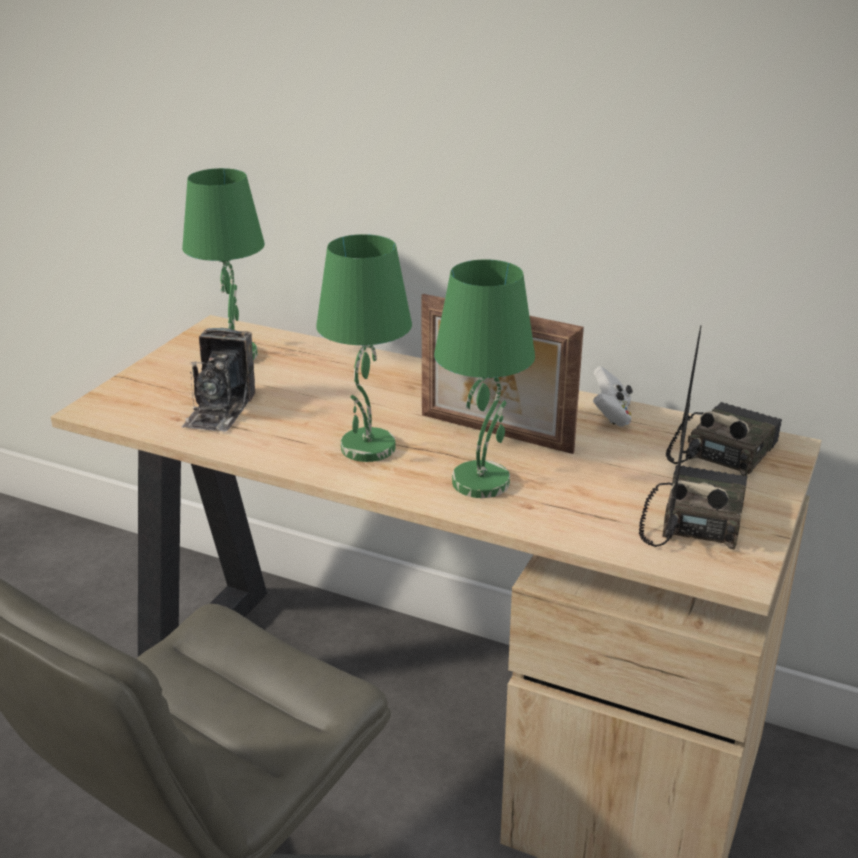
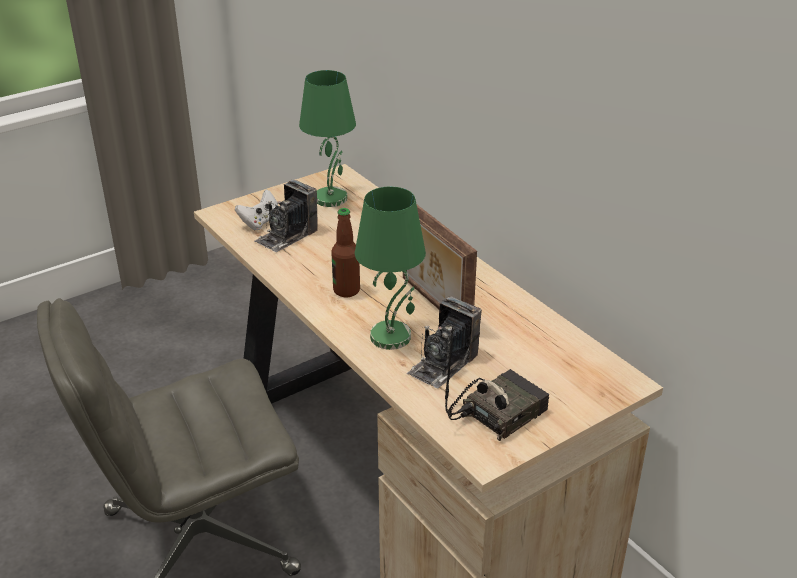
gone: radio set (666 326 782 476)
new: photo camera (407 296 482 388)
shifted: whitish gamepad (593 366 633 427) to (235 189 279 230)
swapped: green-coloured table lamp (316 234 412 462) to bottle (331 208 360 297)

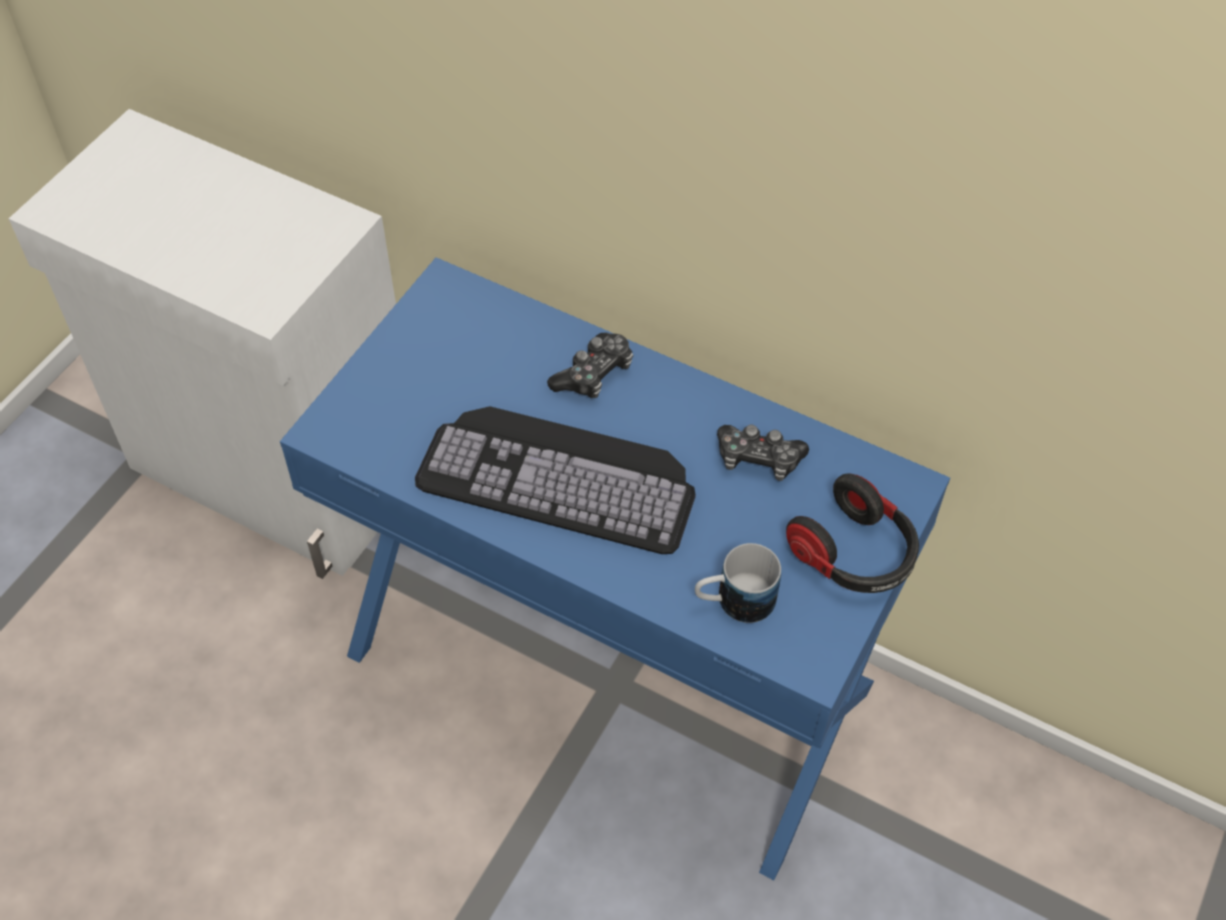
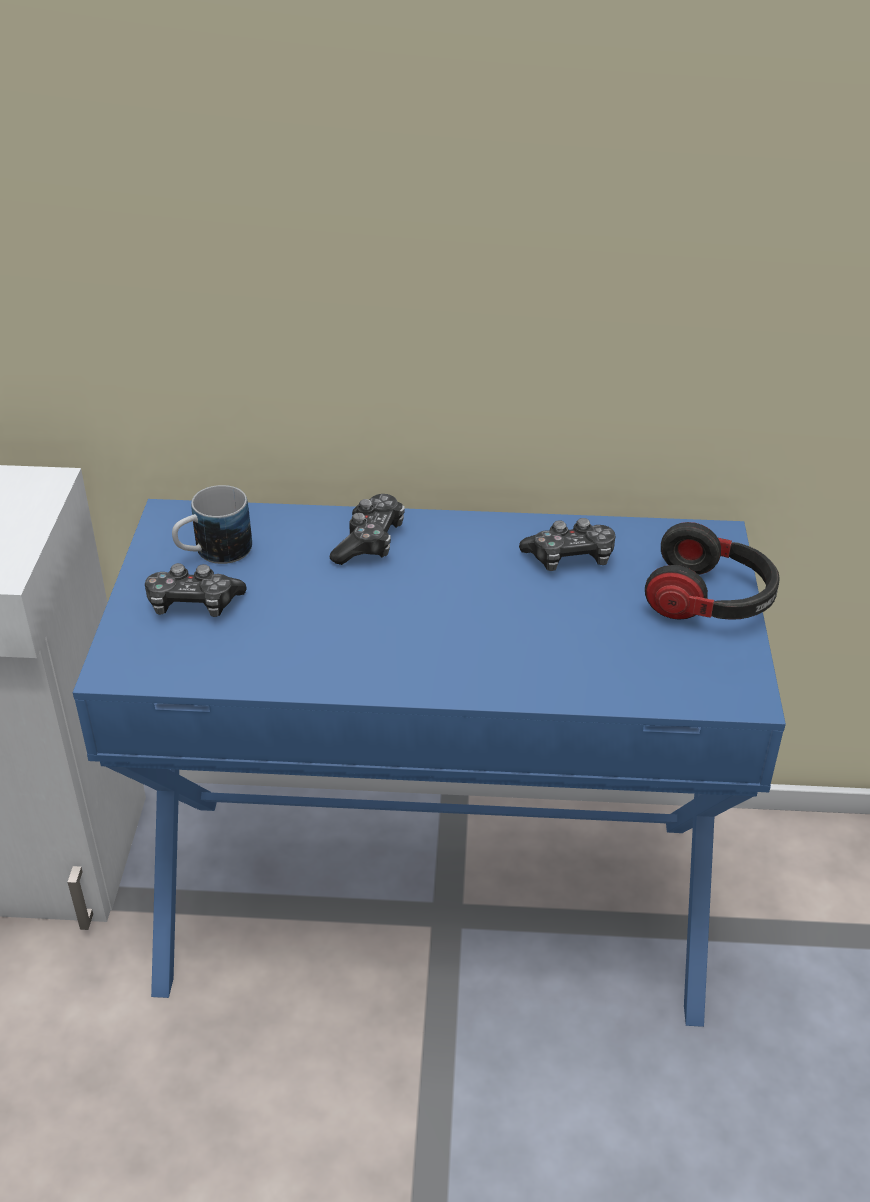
gone: PC keyboard (415 406 696 554)
new: gamepad (145 563 247 617)
shifted: coffee mug (695 543 781 623) to (172 485 252 564)

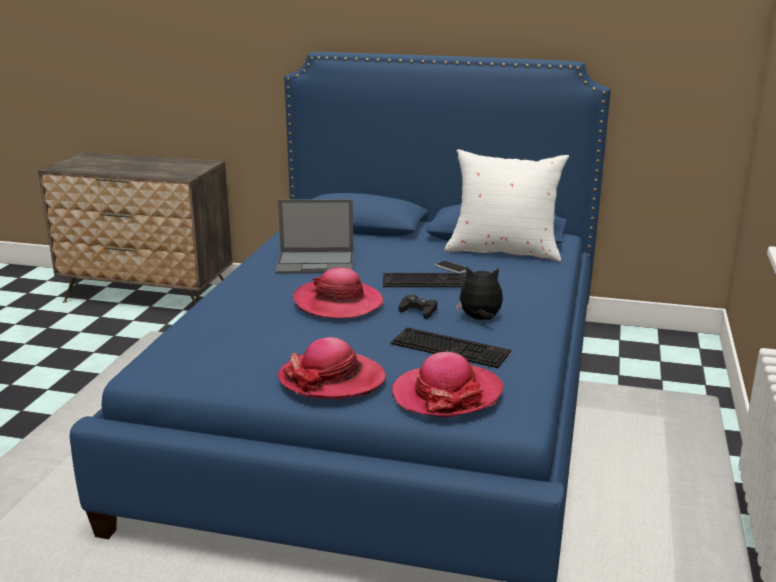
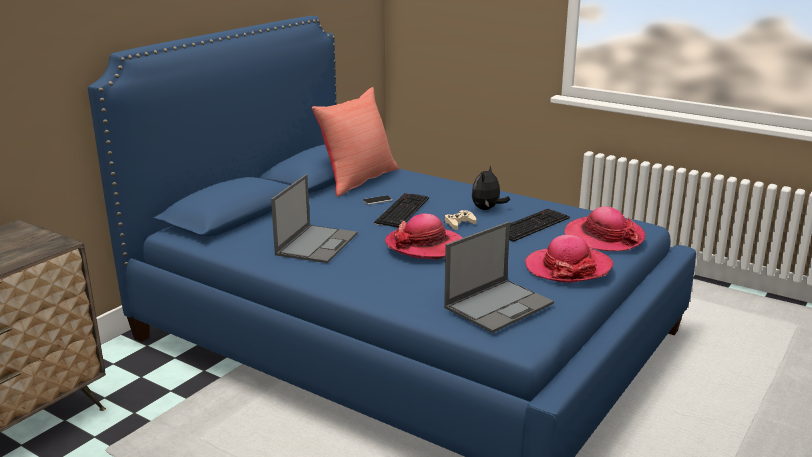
new: portable computer (444 222 554 333)
repainted: black-coloured gamepad (399 295 438 319) to beige-coloured gamepad (444 210 476 230); whitish cushion (444 149 569 262) to red cushion (312 87 399 197)

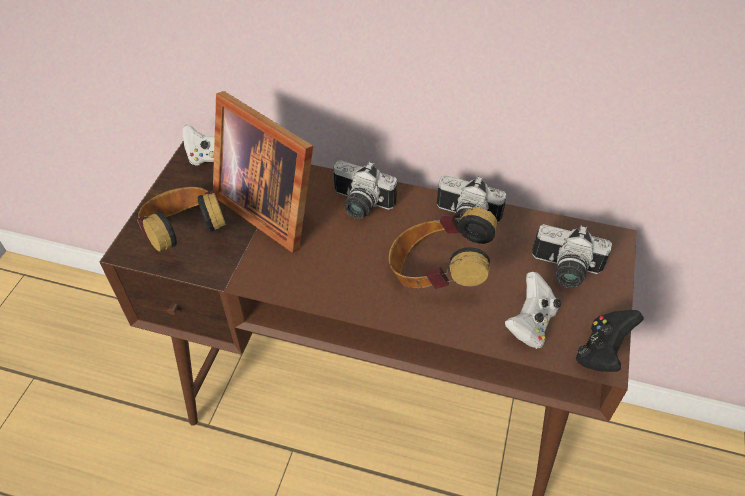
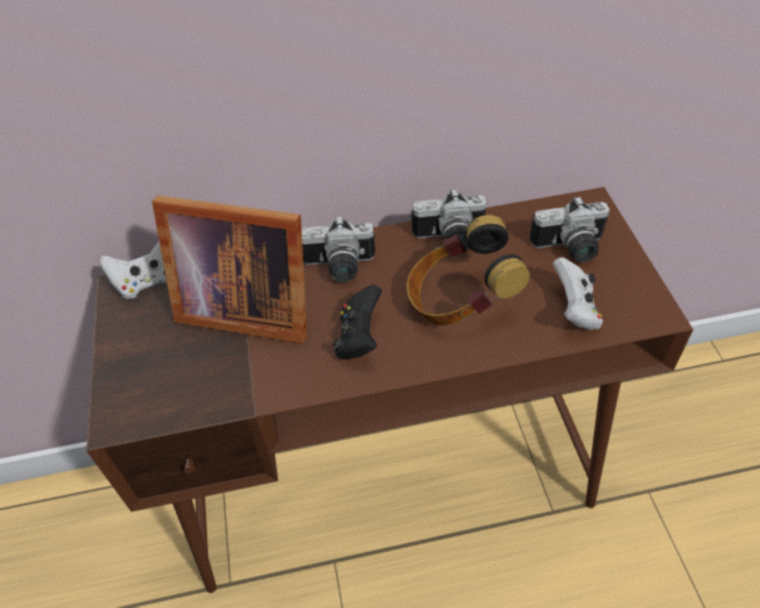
gone: pair of headphones (137 187 226 251)
shifted: black-coloured gamepad (576 310 644 372) to (333 285 382 359)

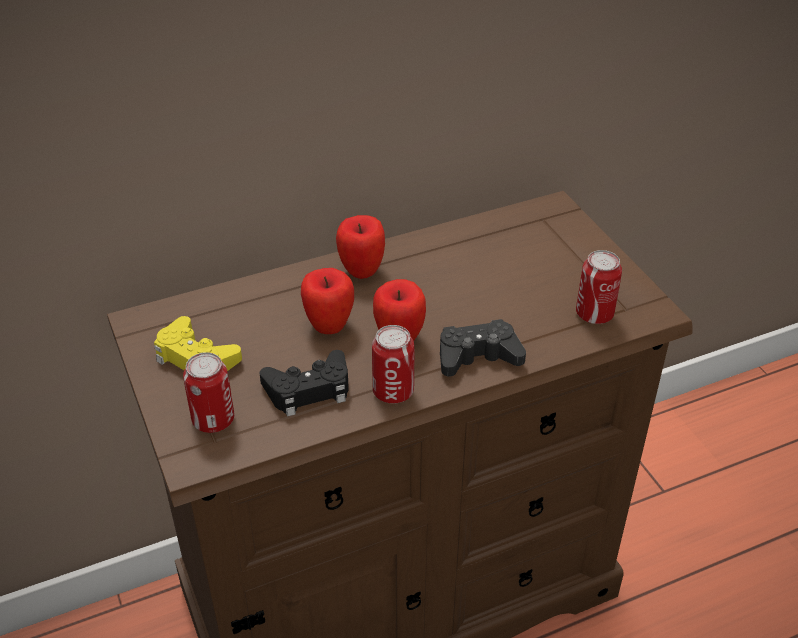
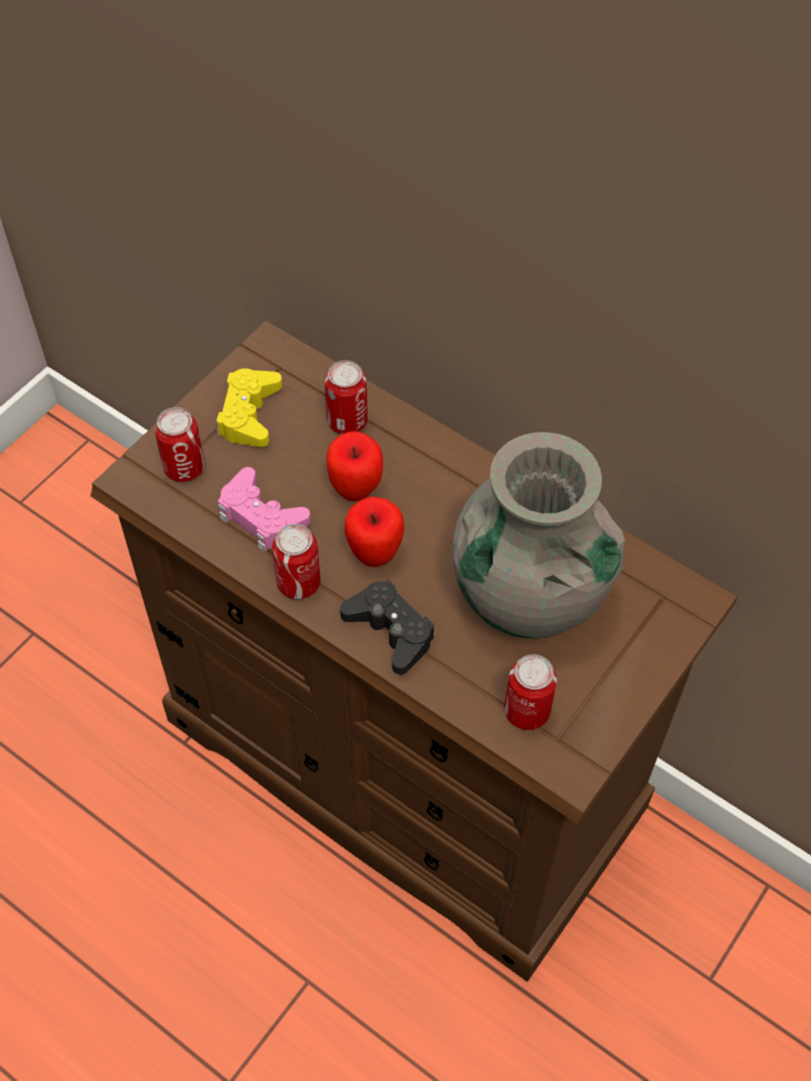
gone: whole apple (336 215 385 279)
new: metal can (325 360 368 434); grey decorative vase (452 432 625 639)
repainted: black-coloured gamepad (260 350 349 417) to pinkish gamepad (218 467 311 552)

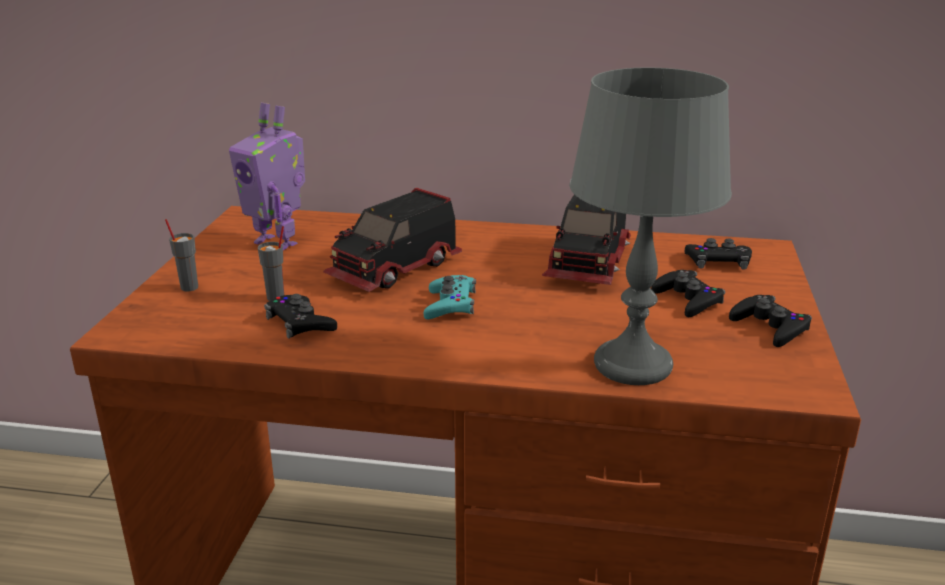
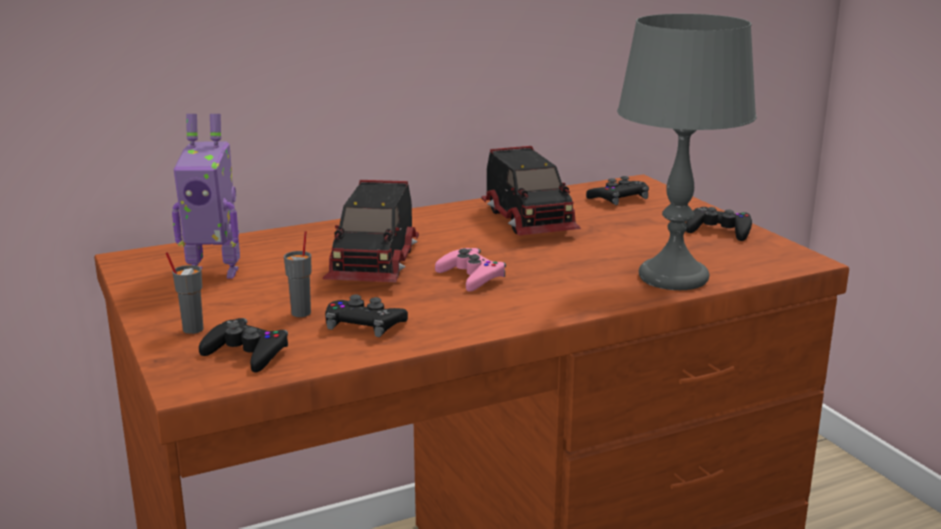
shifted: black-coloured gamepad (651 270 725 317) to (199 318 288 373)
repainted: turquoise-coloured gamepad (424 275 476 319) to pinkish gamepad (435 248 506 292)

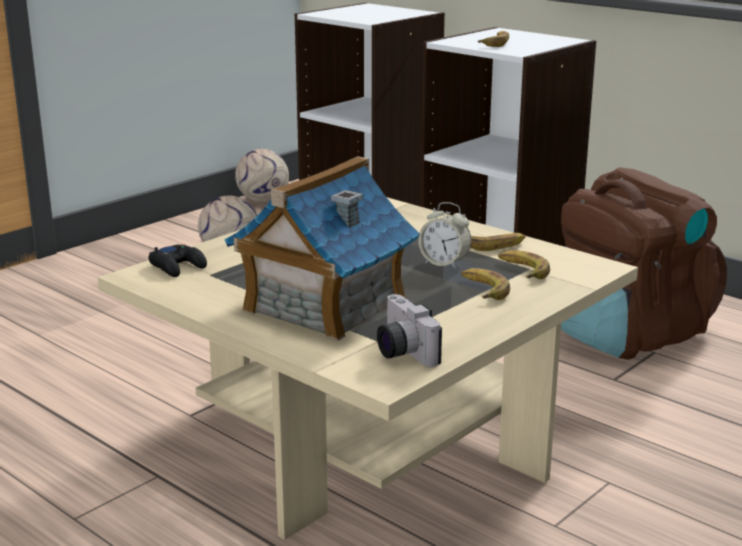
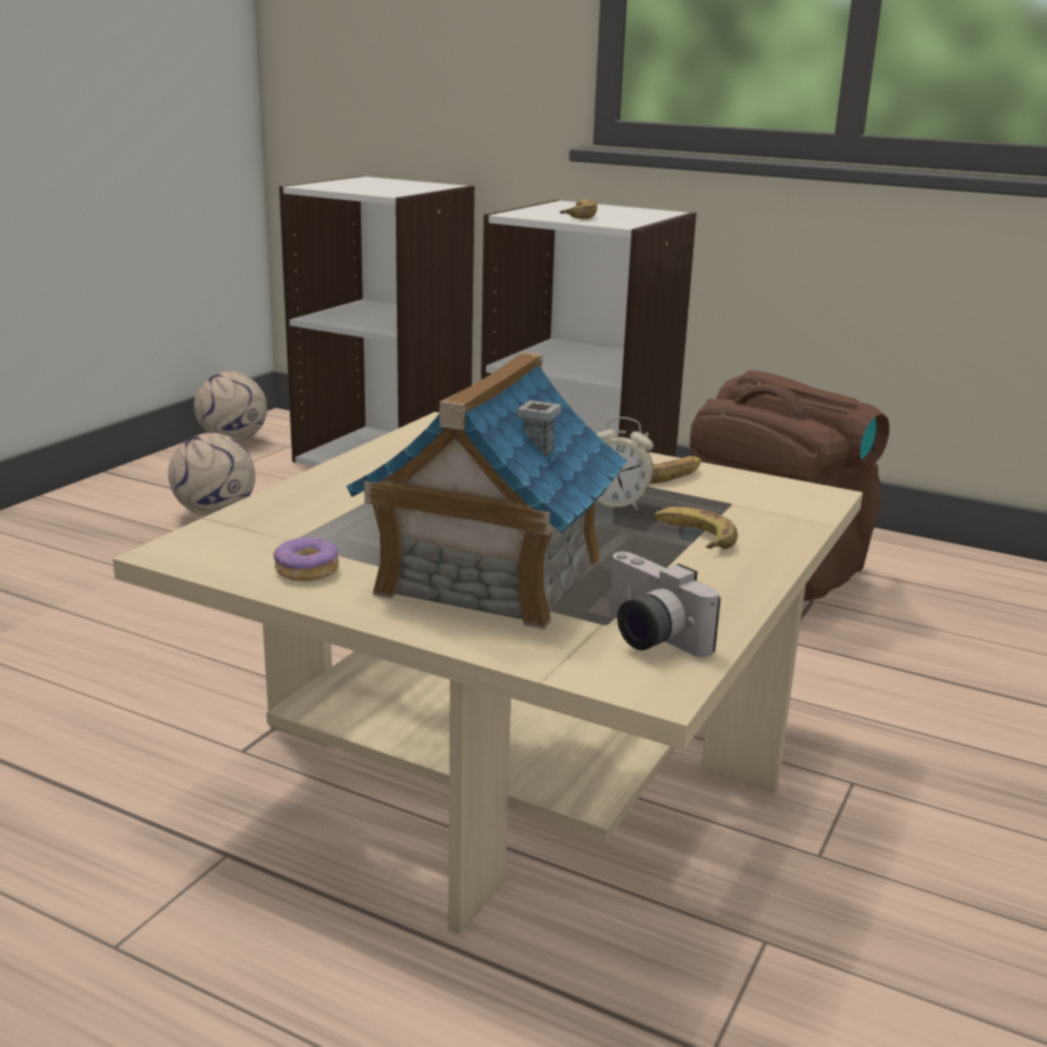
gone: black-coloured gamepad (148 244 207 277); banana (498 250 550 279)
new: ring doughnut (273 537 340 581)

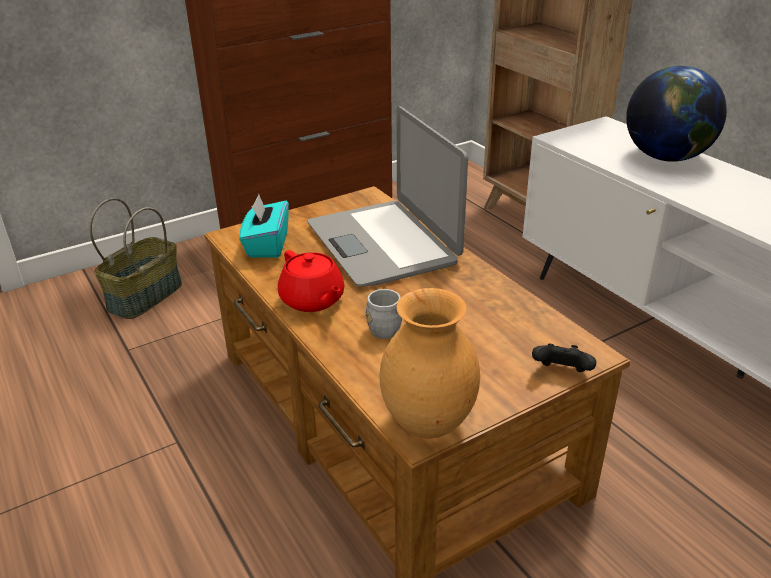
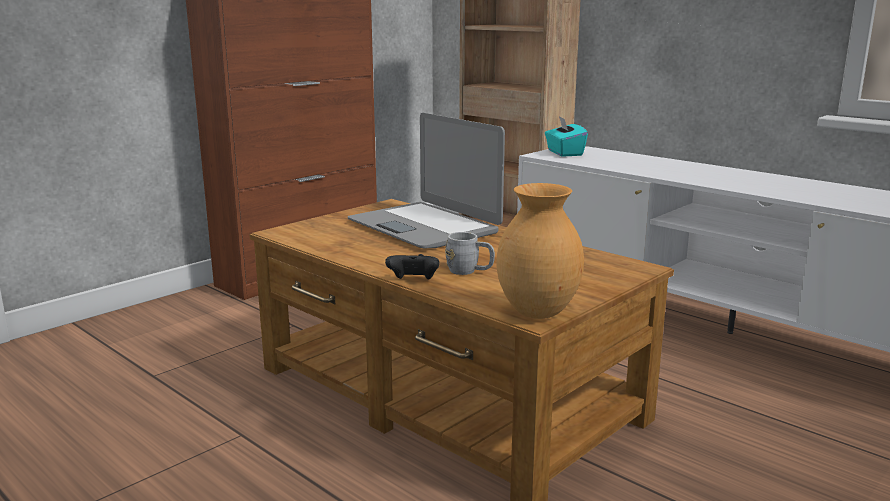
gone: storage basket (89 198 182 319); red pot for tea (278 250 345 312); globe (626 66 727 162)
shifted: turquoise-coloured box of tissues (239 194 289 257) to (545 116 588 157); black-coloured gamepad (532 344 596 372) to (385 254 440 280)

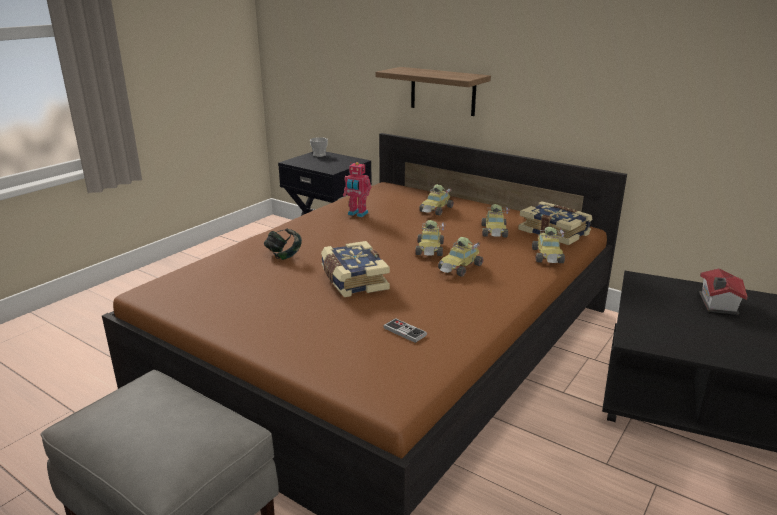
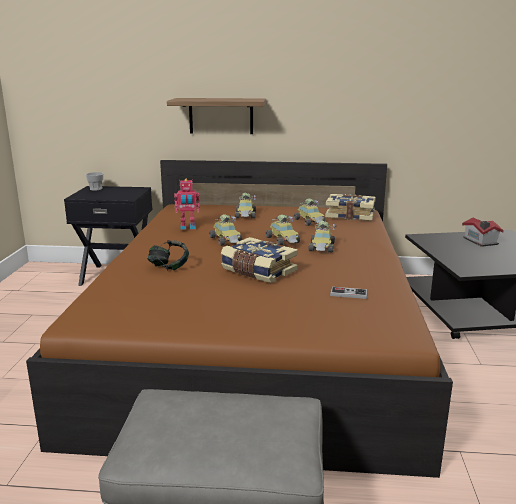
shifted: toy car (532 227 566 263) to (209 214 242 246)

